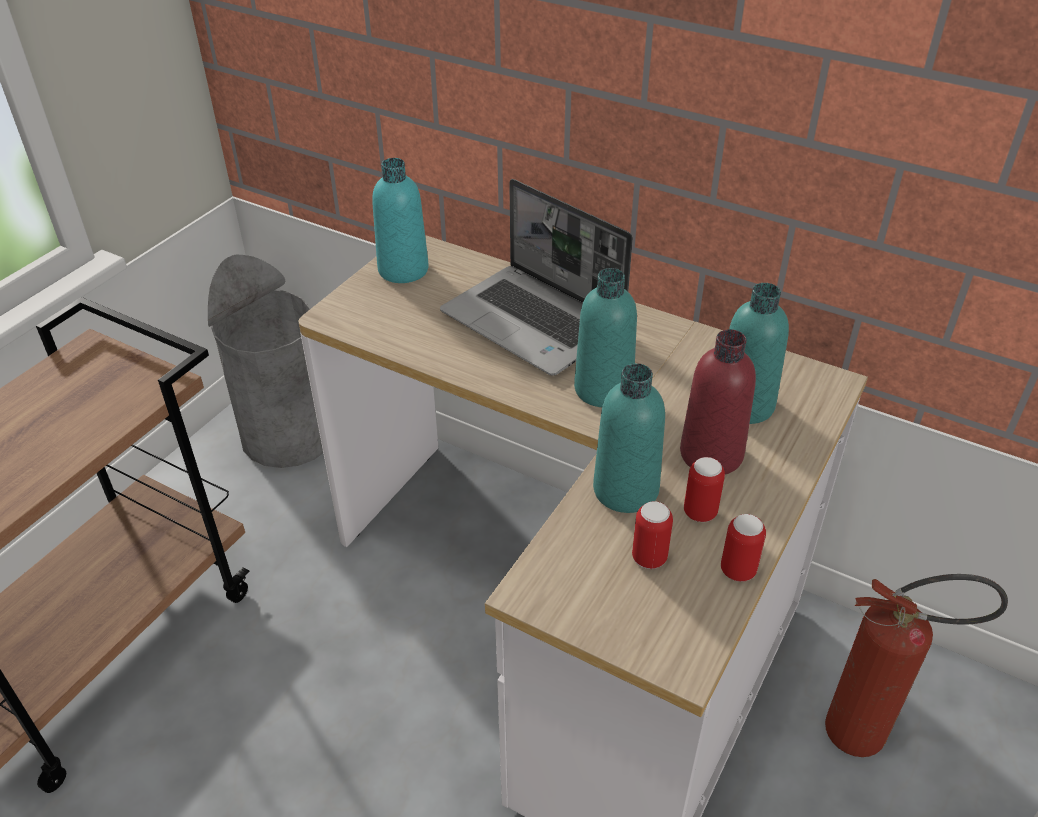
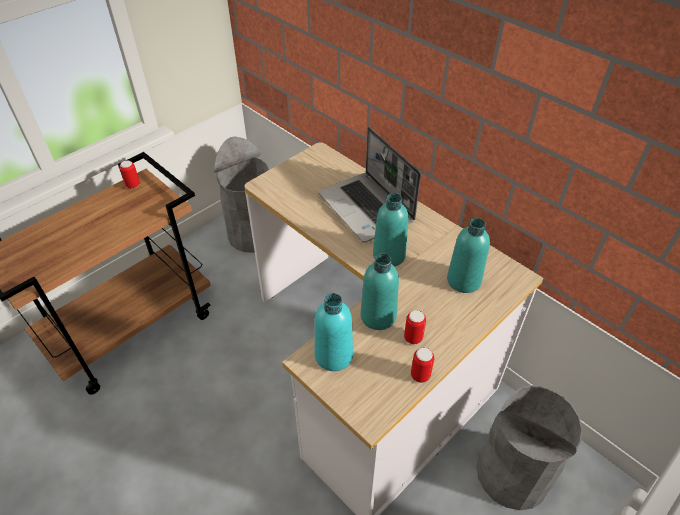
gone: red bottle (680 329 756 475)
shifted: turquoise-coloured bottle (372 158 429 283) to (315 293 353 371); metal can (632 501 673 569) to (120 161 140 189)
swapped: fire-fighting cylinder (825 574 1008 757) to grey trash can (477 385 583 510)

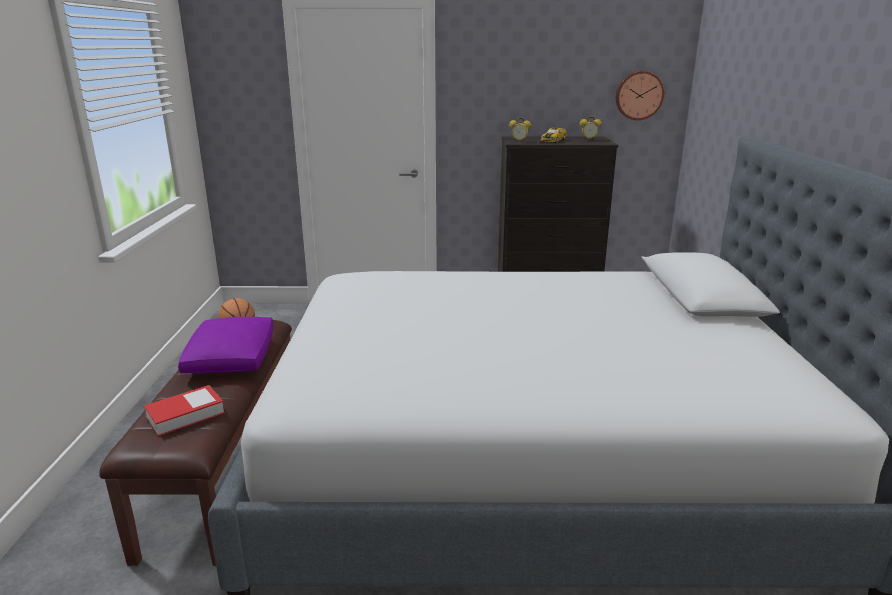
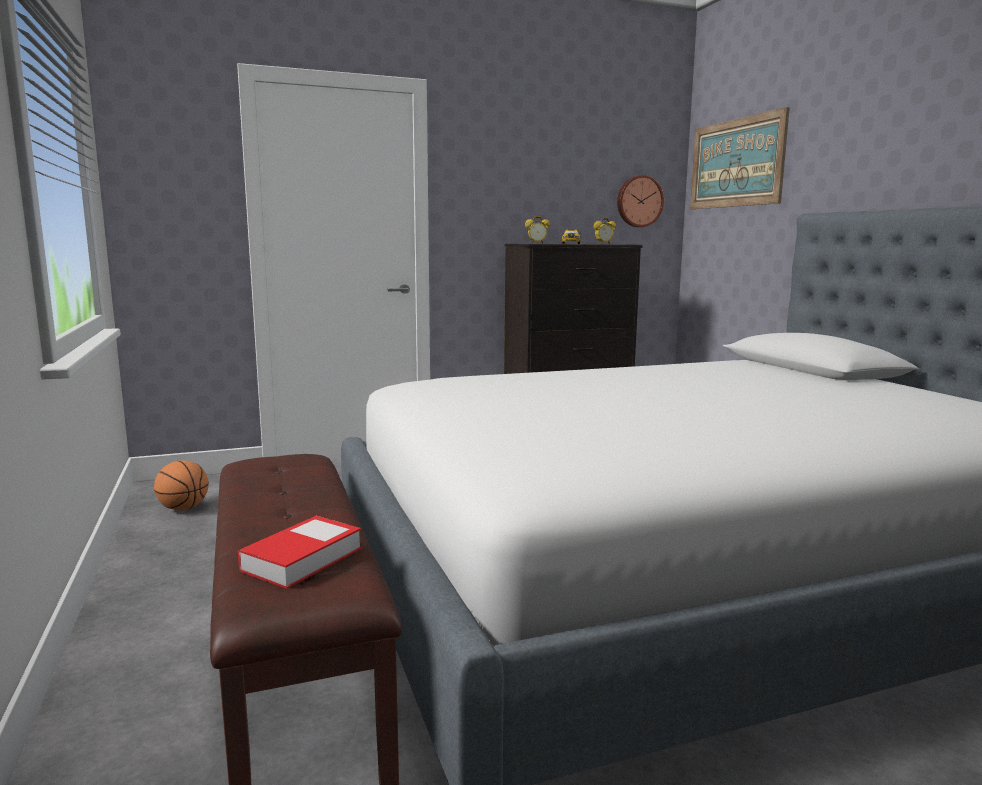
gone: purplish cushion (178 317 273 374)
new: wall picture (690 107 790 209)

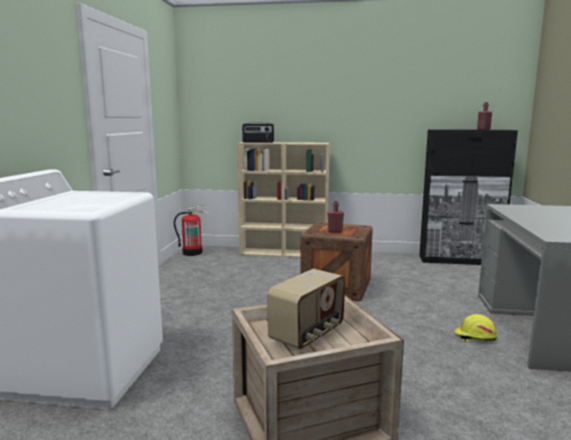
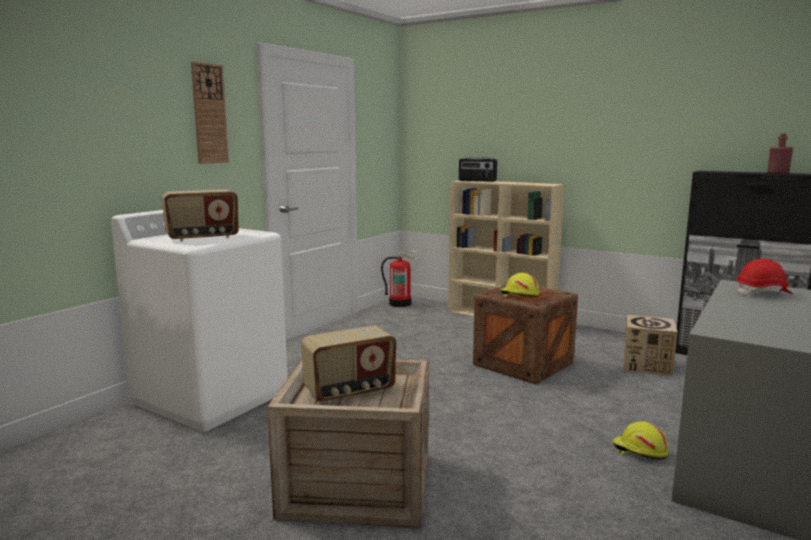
new: radio set (161 189 239 242); clock on the wall (191 62 229 164); carton (623 315 678 376); red work helmet (736 259 793 295)
swapped: red bottle (327 201 344 233) to yellow work helmet (500 273 539 297)

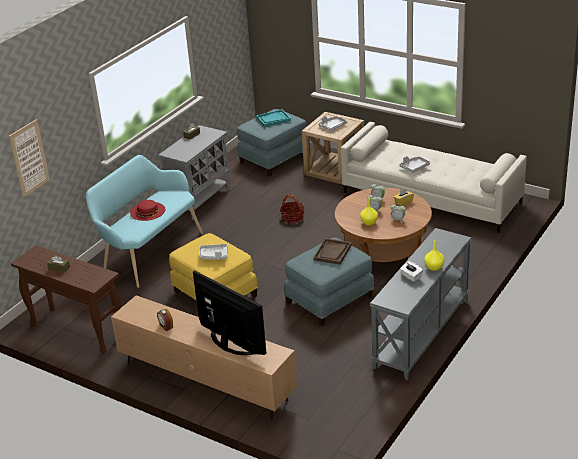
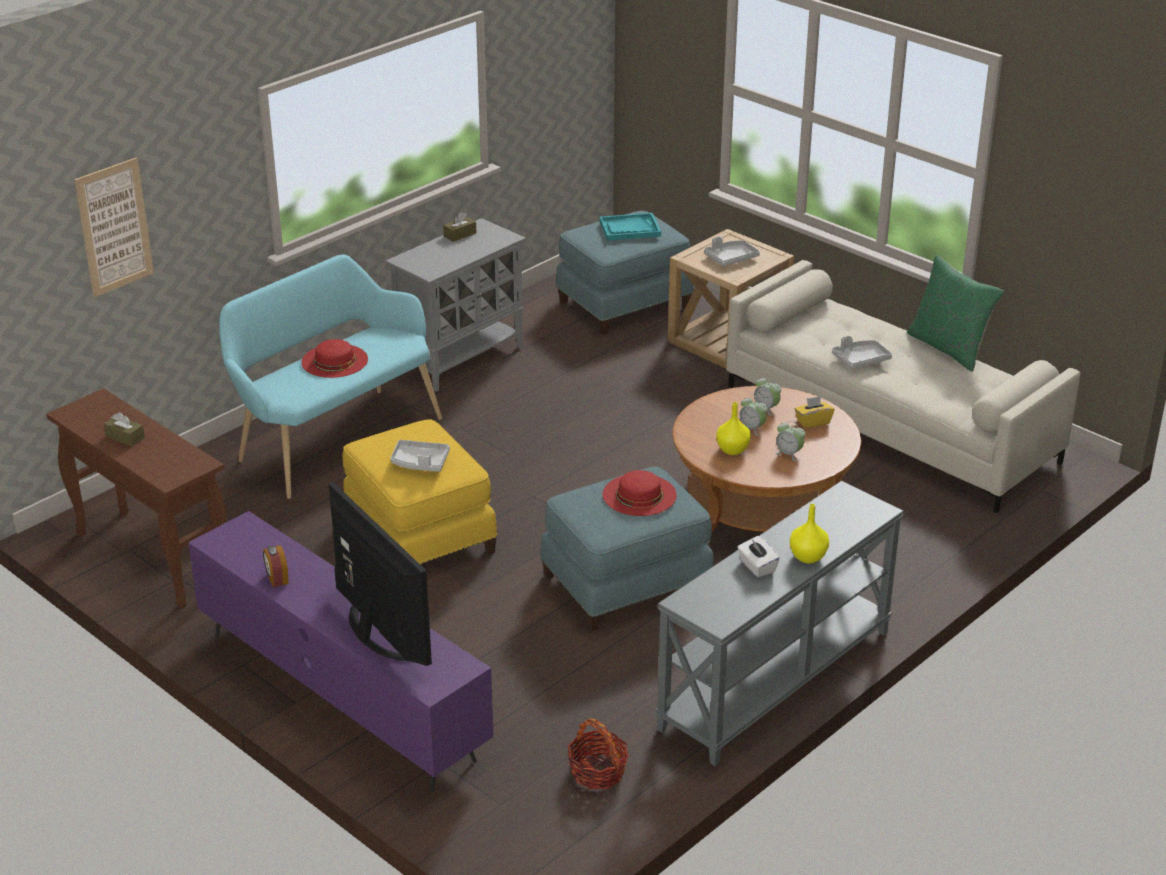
new: green-coloured cushion (907 255 1004 372)
shifted: storage basket (280 195 305 223) to (568 718 628 790)
swapped: brown tray (313 238 352 265) to red clothing hat (603 470 677 516)
repainted: brown tv stand (111 295 297 420) to purplish tv stand (188 511 494 792)

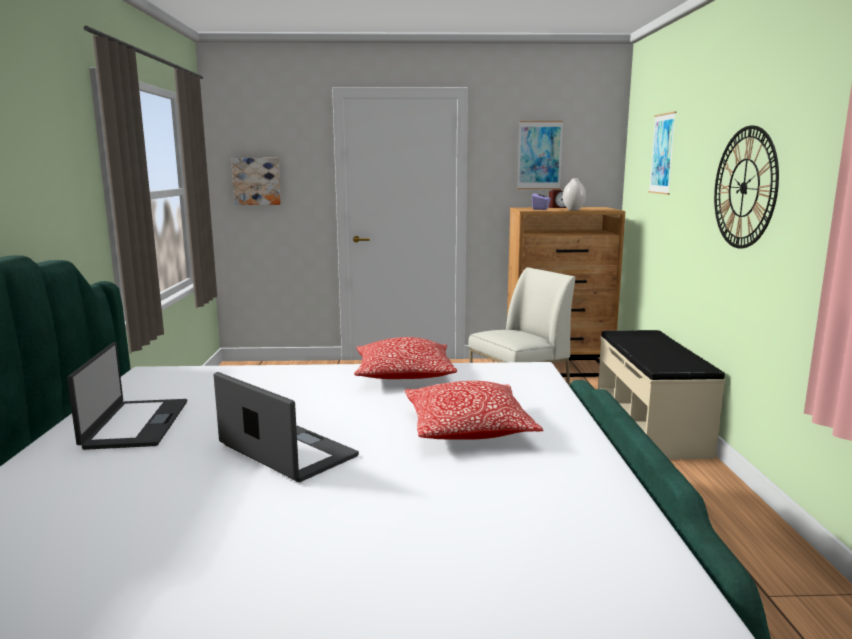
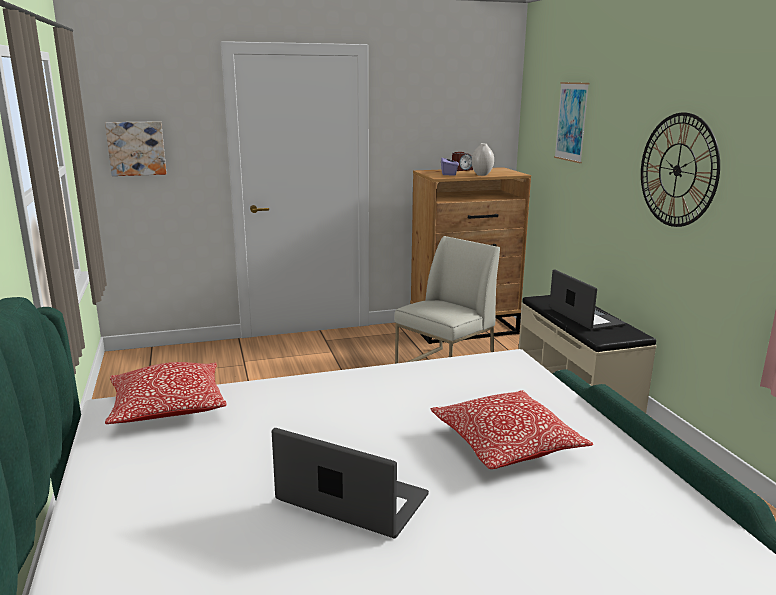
gone: wall picture (517 121 563 189)
shifted: portable computer (67 342 187 450) to (549 269 626 331); cushion (354 337 457 379) to (105 362 227 424)

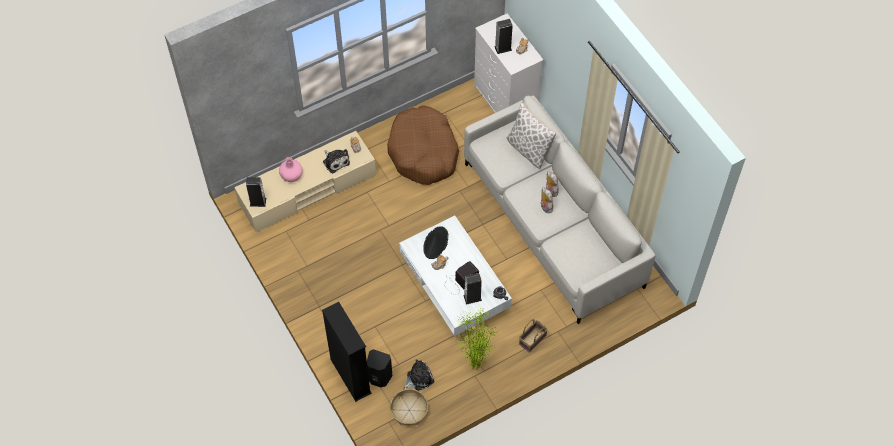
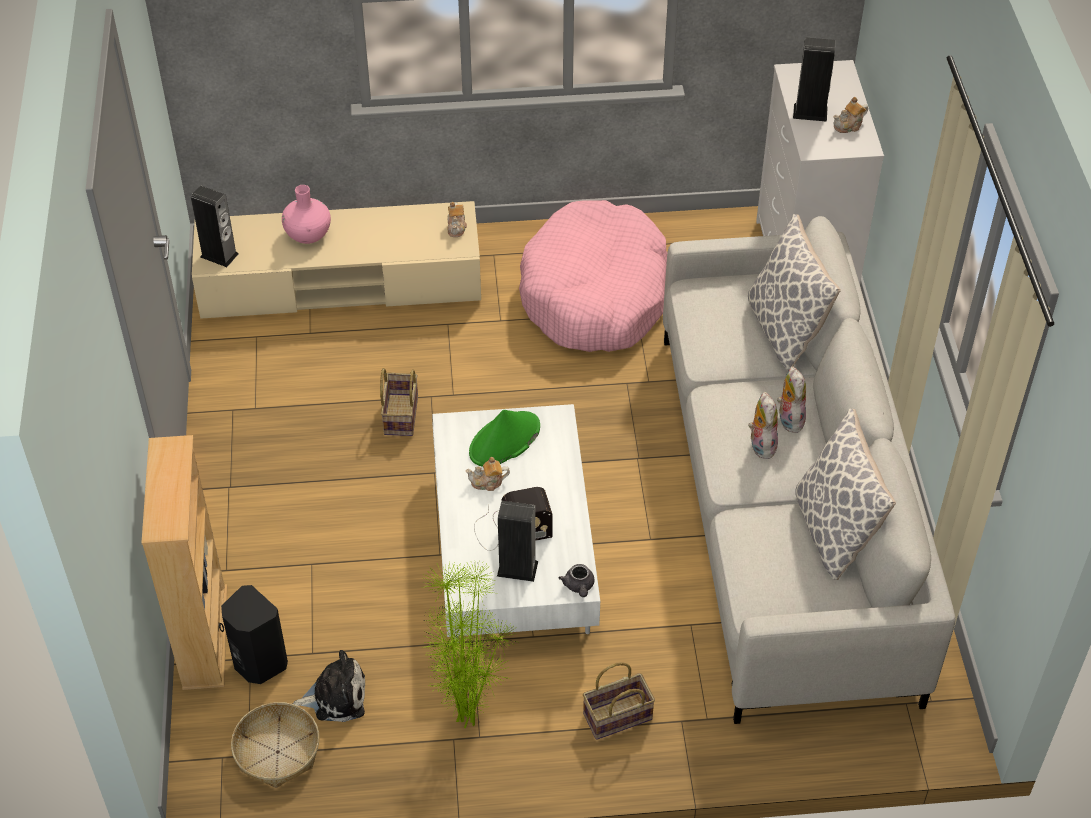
gone: plush toy (323 149 350 174)
new: storage basket (380 368 418 436); cushion (795 409 896 580)
repainted: black-coloured bookshelf (322 302 372 402) to beige-coloured bookshelf (141 435 228 690); brown dog cushion (387 105 459 185) to pinkish dog cushion (519 200 667 352); black-coloured clothing hat (423 226 449 259) to green-coloured clothing hat (469 410 540 467)

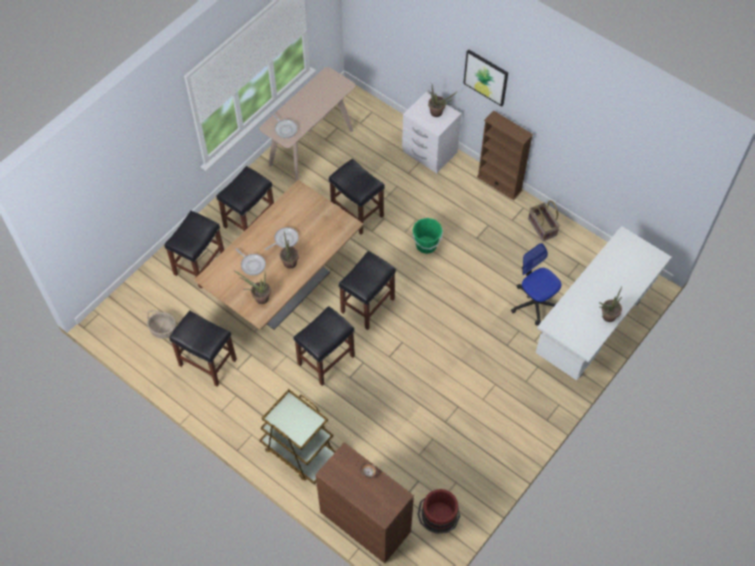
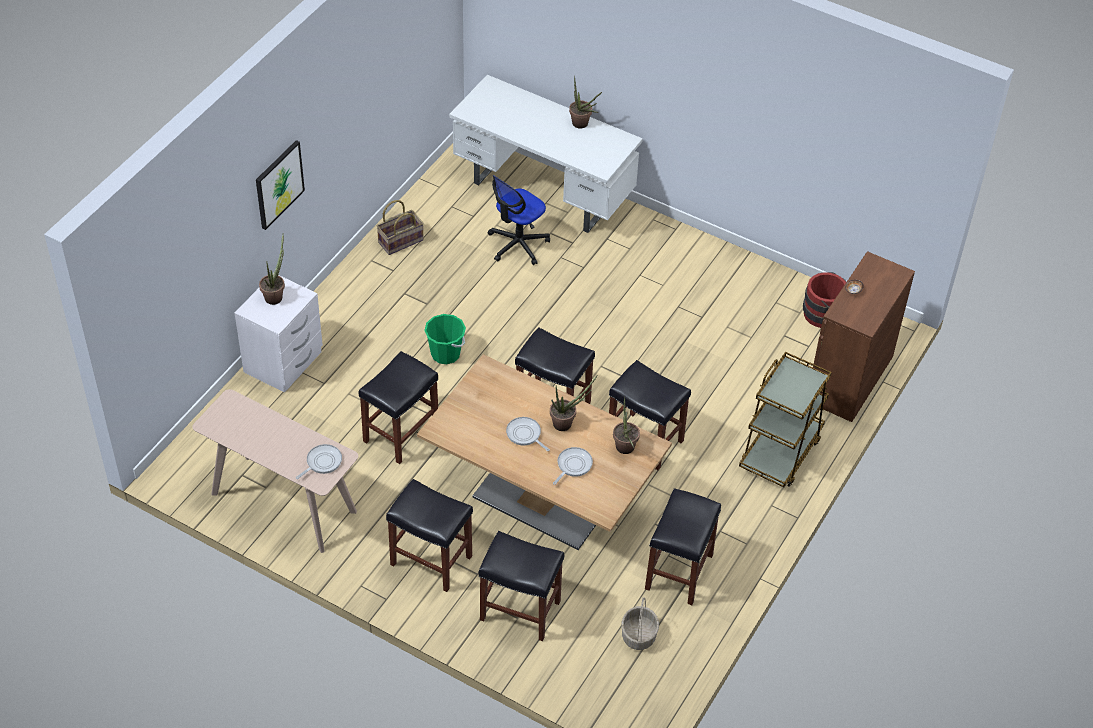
gone: brown bookshelf (477 111 533 200)

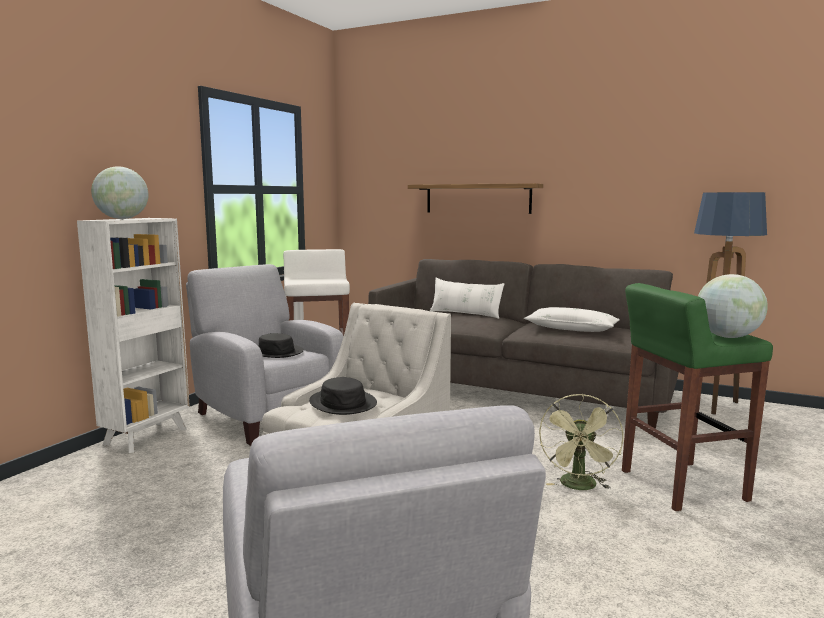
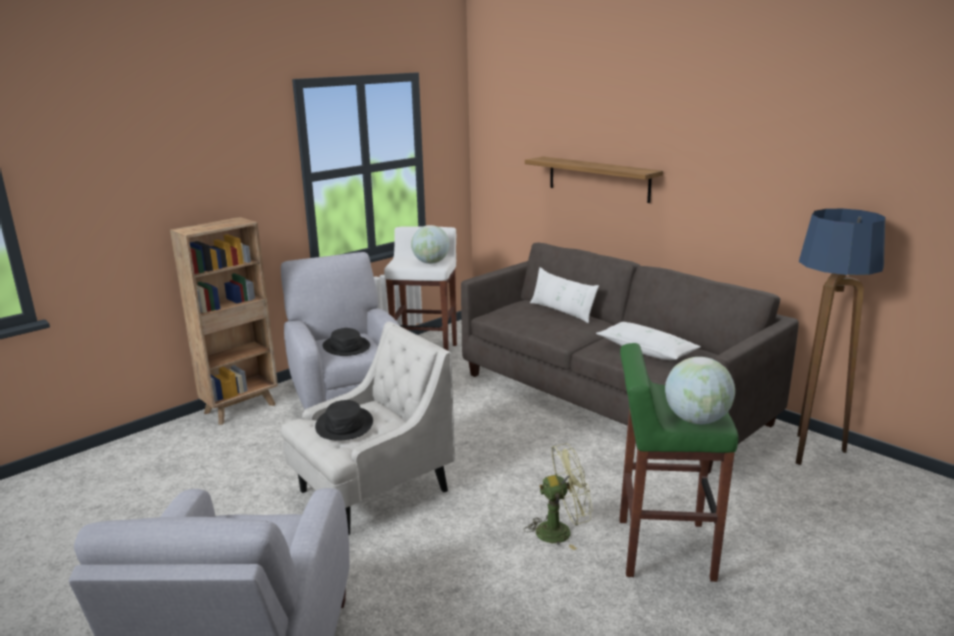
shifted: globe (91 166 148 219) to (411 225 450 264)
repainted: whitish bookshelf (77 218 190 453) to brown bookshelf (170 217 278 425)
rotated: green-coloured fan (539 394 623 490) = (524 443 593 550) 135 degrees counterclockwise

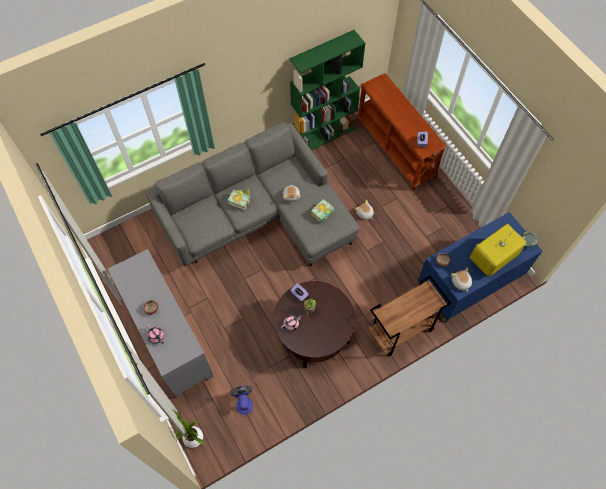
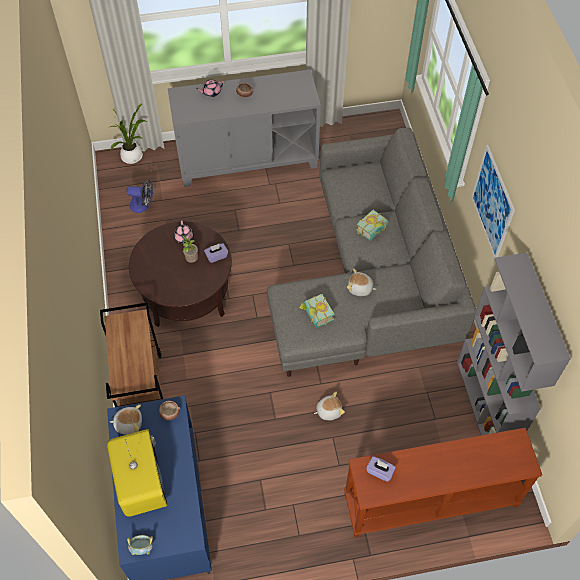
new: wall picture (471 145 515 258)
repainted: green-coloured bookshelf (290 30 365 150) to grey bookshelf (457 253 571 435)

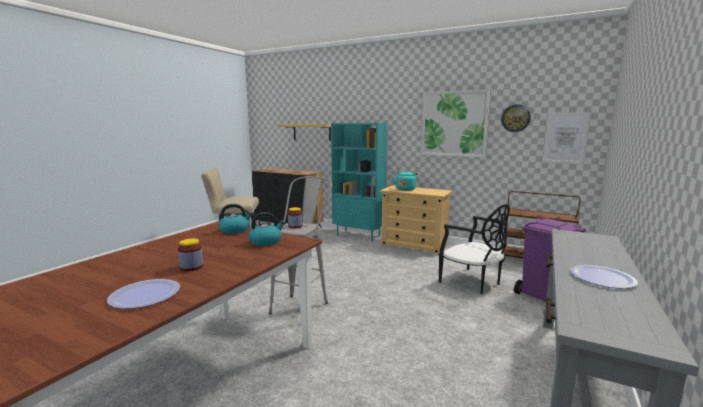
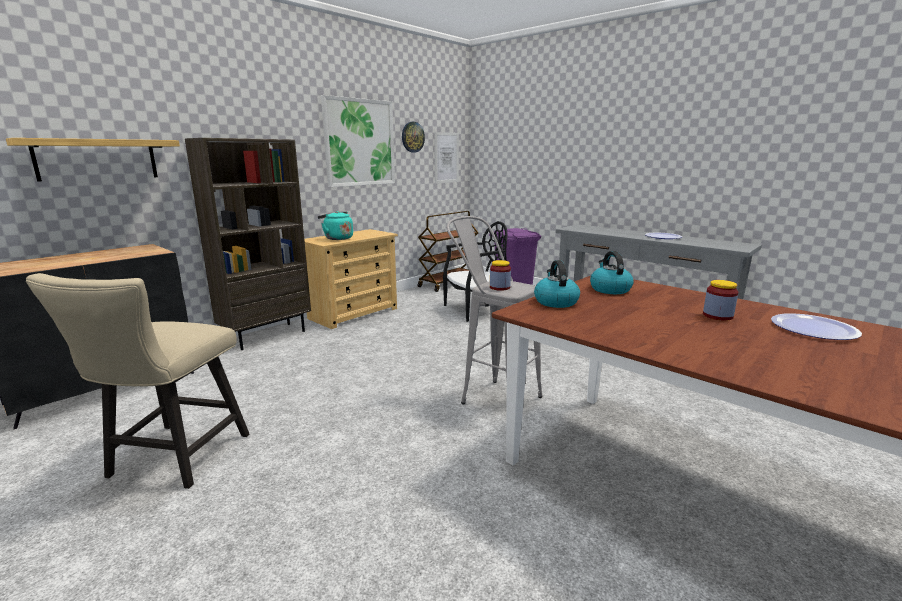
repainted: turquoise-coloured bookshelf (331 123 387 241) to brown bookshelf (185 138 311 350)

